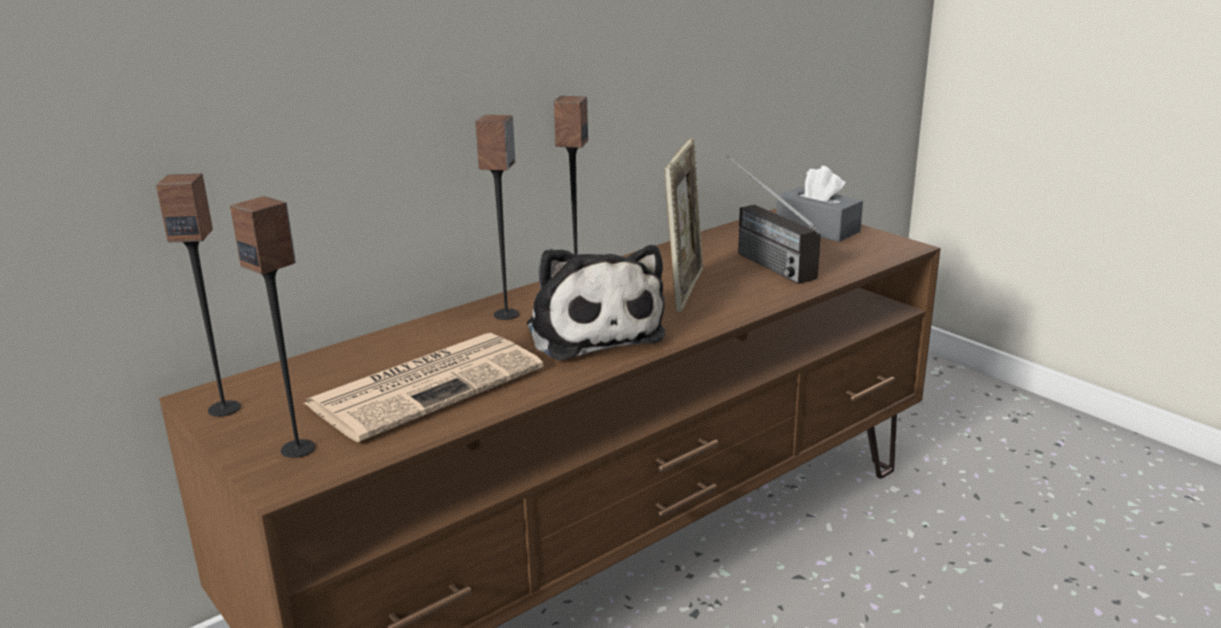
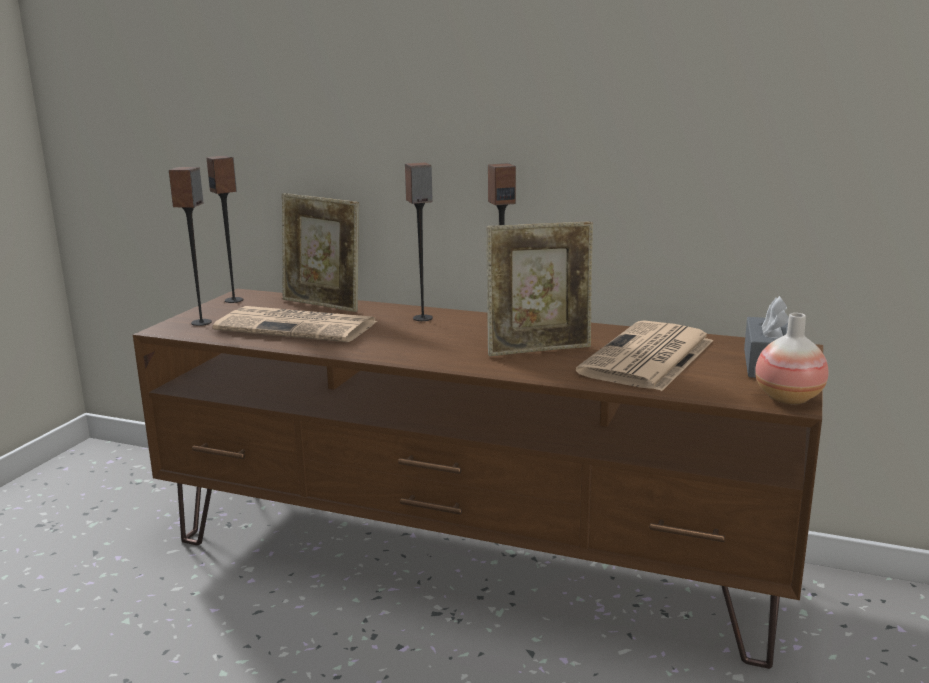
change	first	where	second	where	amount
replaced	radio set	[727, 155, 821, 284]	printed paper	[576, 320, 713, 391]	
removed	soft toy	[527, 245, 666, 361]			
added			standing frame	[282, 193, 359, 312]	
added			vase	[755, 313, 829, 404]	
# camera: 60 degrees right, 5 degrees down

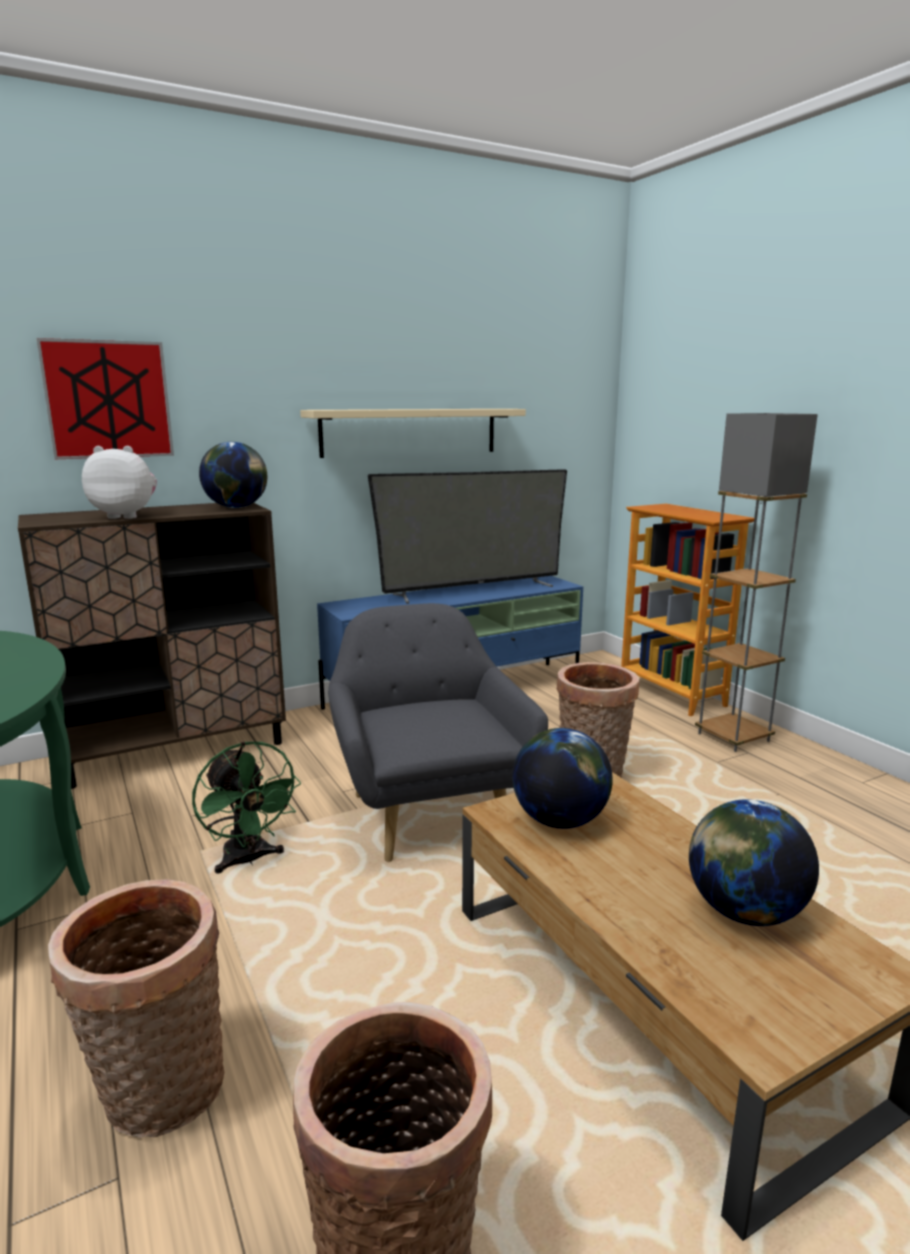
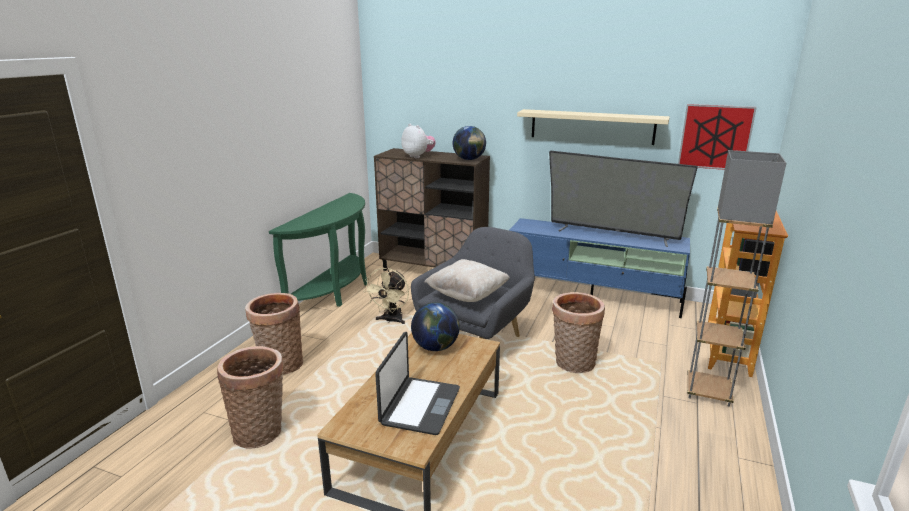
change	first	where	second	where	amount
moved	wall picture	[36, 338, 174, 459]		[678, 104, 757, 170]	
recoloured	green fan	[192, 741, 301, 874]	beige fan	[363, 268, 409, 324]	
replaced	world globe	[689, 799, 819, 926]	portable computer	[375, 332, 460, 435]	
added			beige pillow	[424, 259, 510, 302]	
# camera: 50 degrees right, 5 degrees up

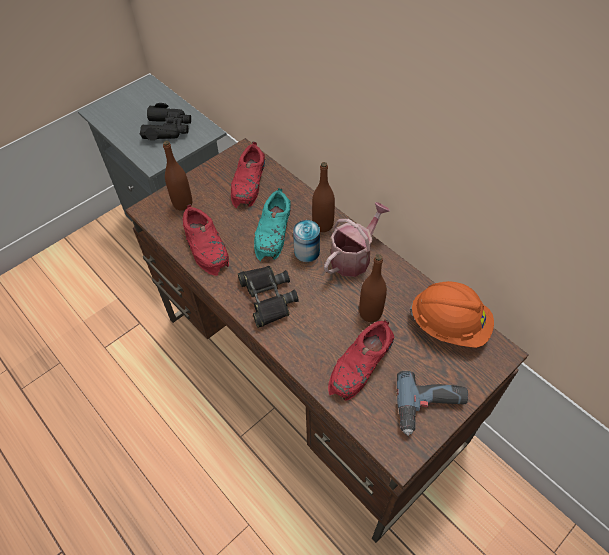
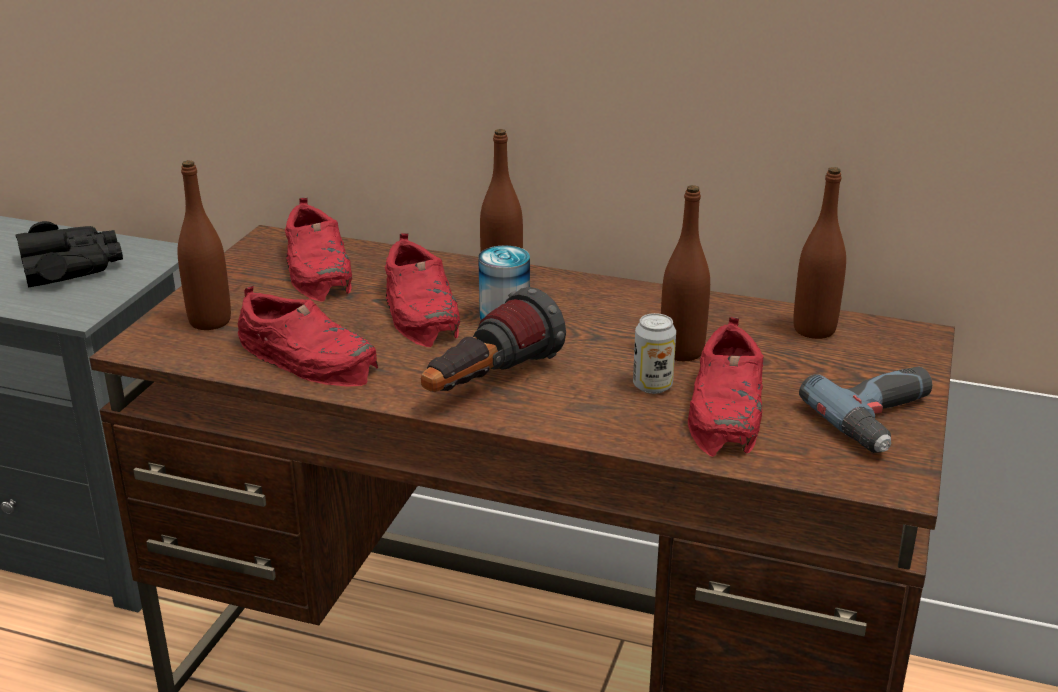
change	first	where	second	where	amount
recoloured	blue-green item of footwear	[254, 188, 291, 261]	red item of footwear	[385, 233, 460, 347]	
removed	sprinkling can	[324, 202, 390, 277]			
replaced	blackish binoculars	[238, 266, 299, 328]	flashlight	[421, 287, 566, 392]	
replaced	orangey work helmet	[410, 281, 494, 348]	brownish drink bottle	[793, 167, 846, 339]	
added			can	[633, 313, 676, 394]	
# camera: 30 degrees left, 25 degrees down

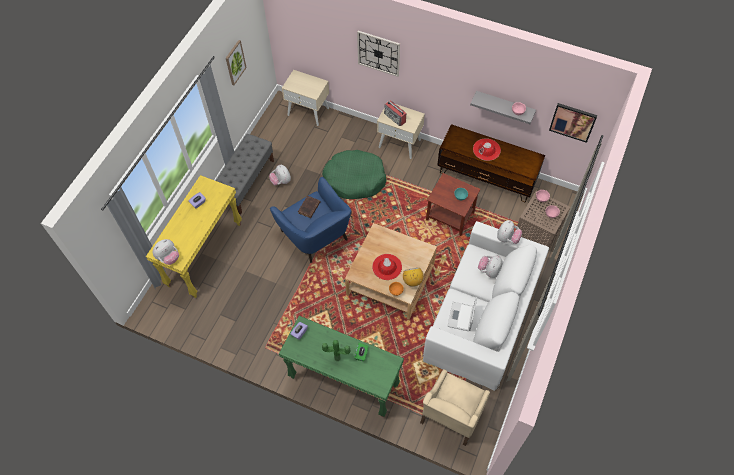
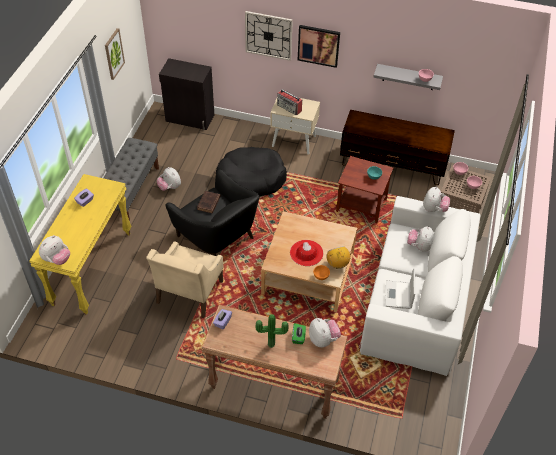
change	first	where	second	where	amount
replaced	beige bedside table	[282, 70, 329, 126]	blackish storage cabinet	[159, 58, 214, 130]	
moved	wall picture	[549, 103, 598, 143]		[298, 25, 340, 68]	
removed	red hat	[473, 138, 501, 161]			
recoloured	green dog bed	[322, 150, 386, 199]	blackish dog bed	[216, 147, 287, 197]	
recoloured	blue-coloured lounge chair	[270, 177, 351, 263]	blackish lounge chair	[166, 169, 259, 256]	
recoloured	green console table	[279, 316, 404, 417]	brownish console table	[202, 305, 348, 419]	
moved	beige lounge chair	[420, 369, 490, 446]		[146, 242, 224, 318]	
added			soft toy	[309, 318, 341, 348]	
# camera: 10 degrees left, 10 degrees down

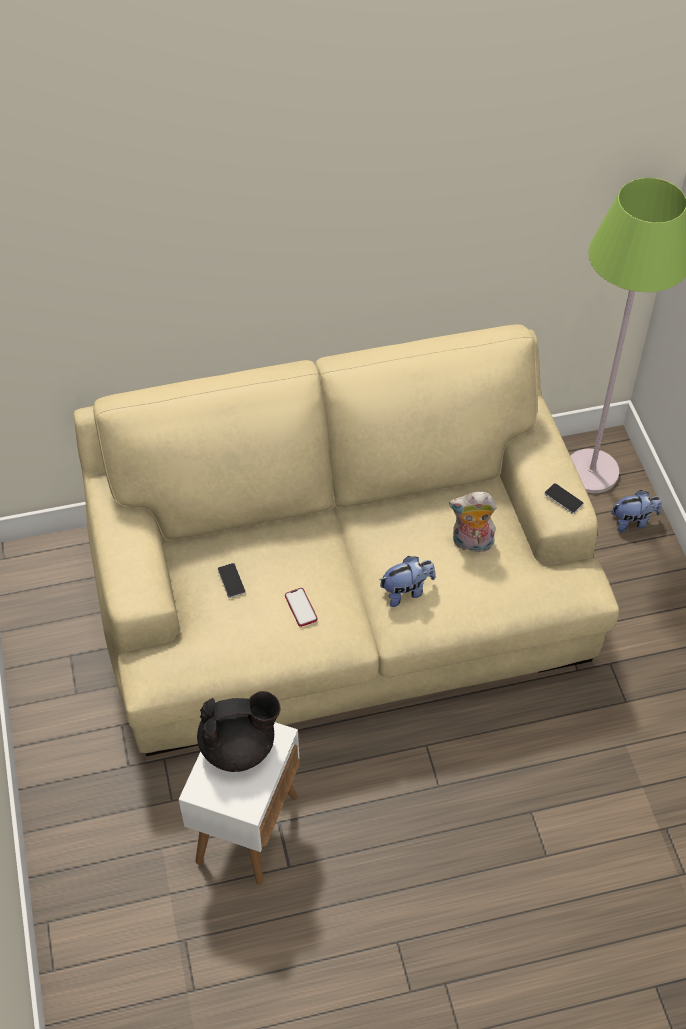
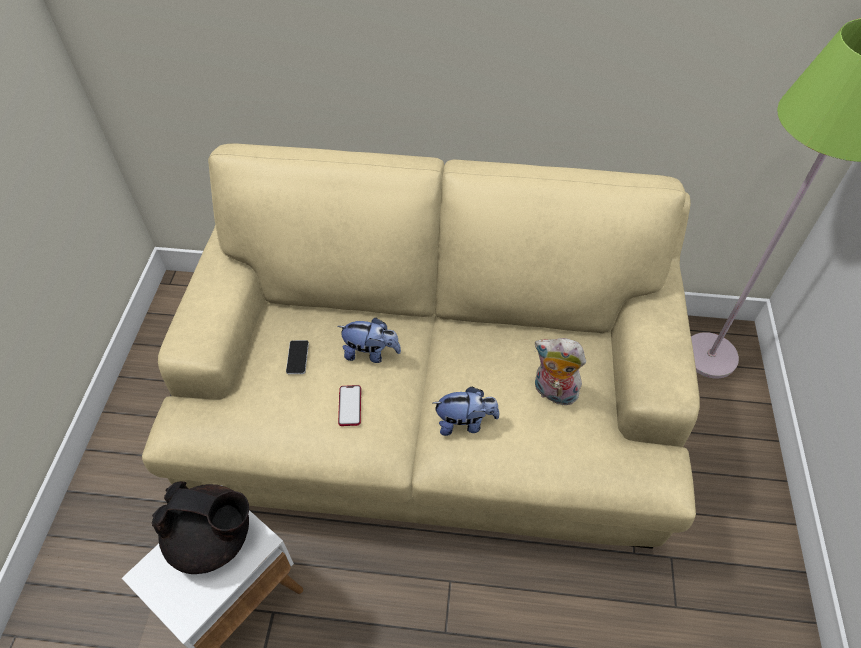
change	first	where	second	where	amount
removed	phone	[544, 483, 584, 514]			
moved	soft toy	[611, 490, 661, 532]		[338, 318, 401, 363]	
# camera: 20 degrees right, 0 degrees up

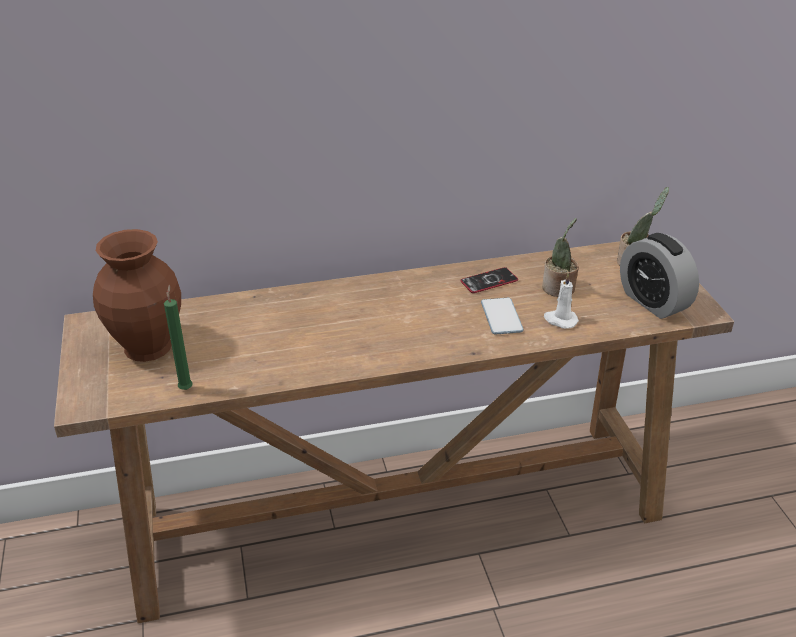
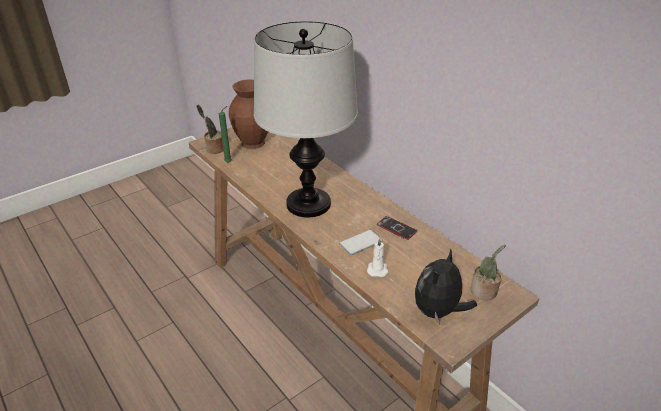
change	first	where	second	where	amount
moved	plant in a pot	[542, 218, 579, 297]		[196, 105, 224, 154]	
replaced	bedside clock	[620, 233, 699, 319]	soft toy	[415, 249, 477, 324]	
added			table lamp	[254, 21, 358, 218]	
# camera: 65 degrees right, 0 degrees up

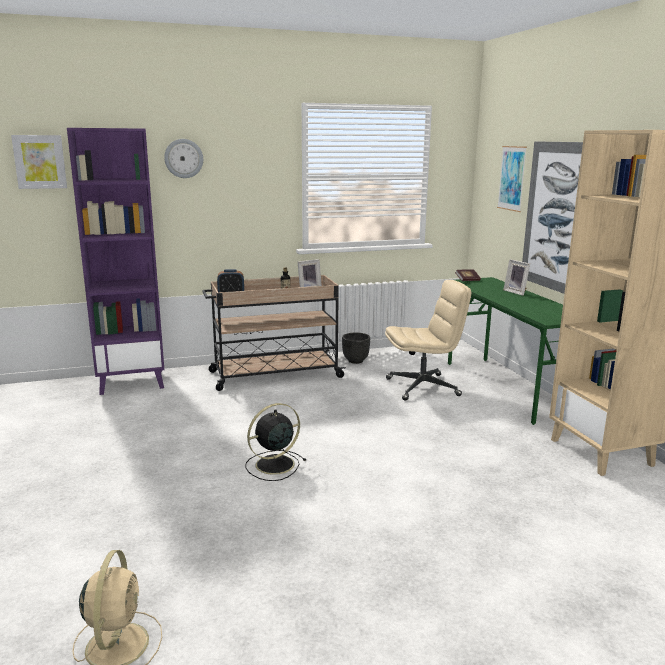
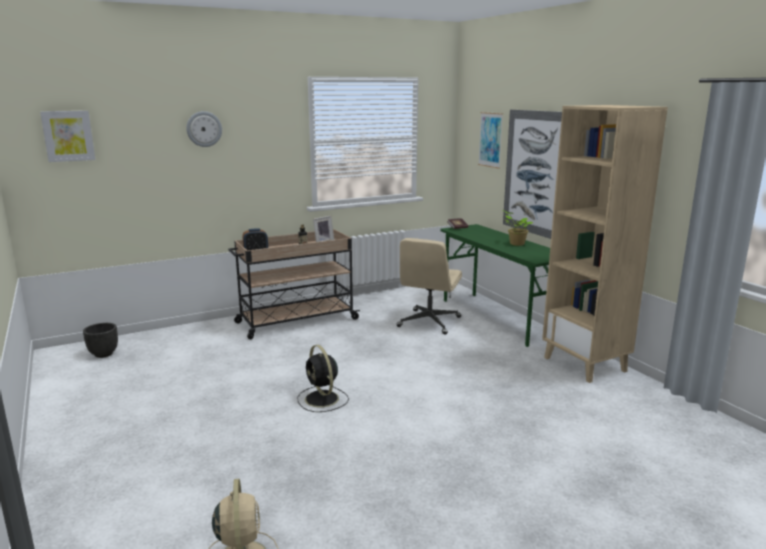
change	first	where	second	where	amount
removed	purplish bookcase	[67, 128, 164, 395]			
removed	standing frame	[503, 259, 530, 296]			
turned	beige computer chair	[385, 280, 471, 401]		[397, 238, 462, 335]	135 degrees clockwise
moved	blackish flower pot	[342, 333, 370, 364]		[83, 323, 118, 358]	
turned	blackish fan	[245, 403, 306, 481]		[297, 345, 349, 412]	75 degrees counterclockwise
added			plant in a pot	[503, 210, 533, 246]	
# camera: 10 degrees left, 0 degrees up

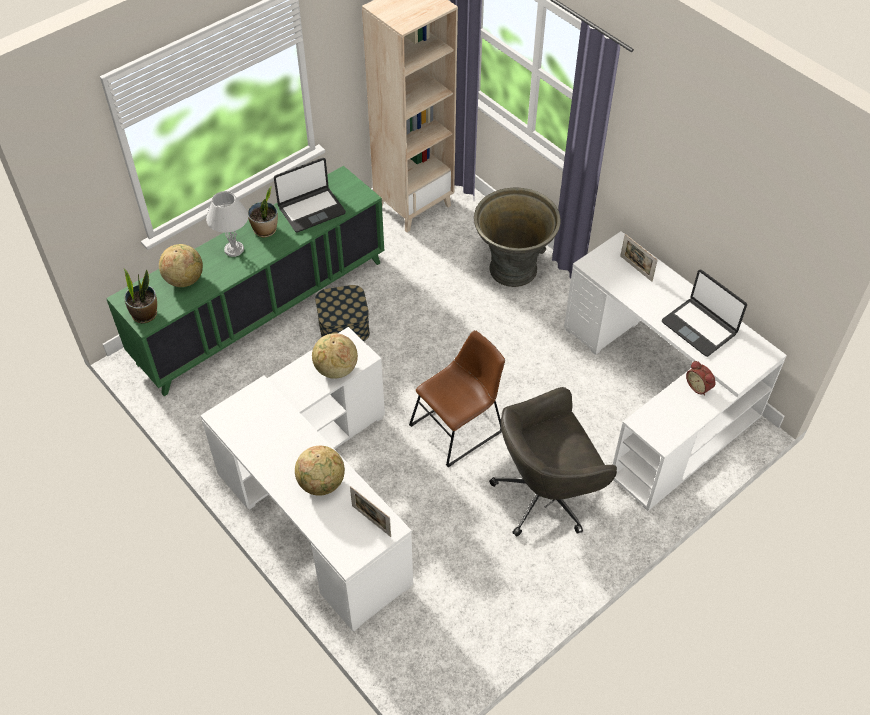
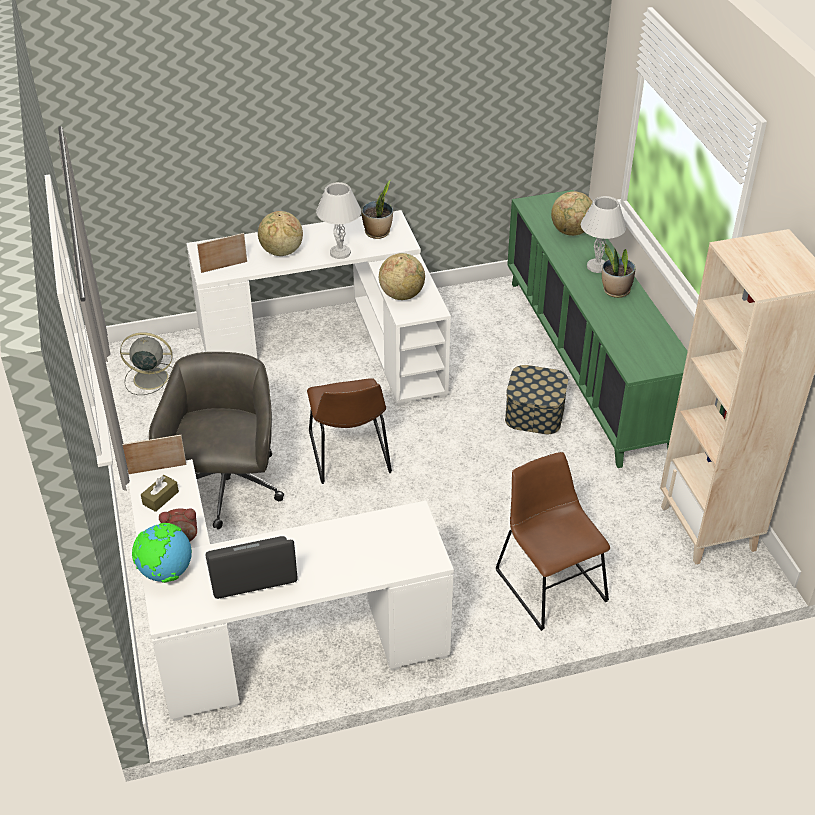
change	first	where	second	where	amount
removed	portable computer	[274, 158, 346, 232]			
replaced	greyish flower pot	[474, 188, 561, 287]	brownish upright chair	[496, 452, 610, 631]	
moved	standing frame	[620, 234, 658, 282]		[122, 435, 187, 474]	
moved	plant in a pot	[124, 269, 157, 323]		[361, 180, 393, 239]	
added			white-coloured table lamp	[316, 182, 361, 259]	
added			greyish fan	[120, 332, 173, 395]	
added			brownish box of tissues	[141, 475, 179, 512]	
added			world globe	[132, 523, 192, 583]	
# camera: 115 degrees right, 10 degrees down

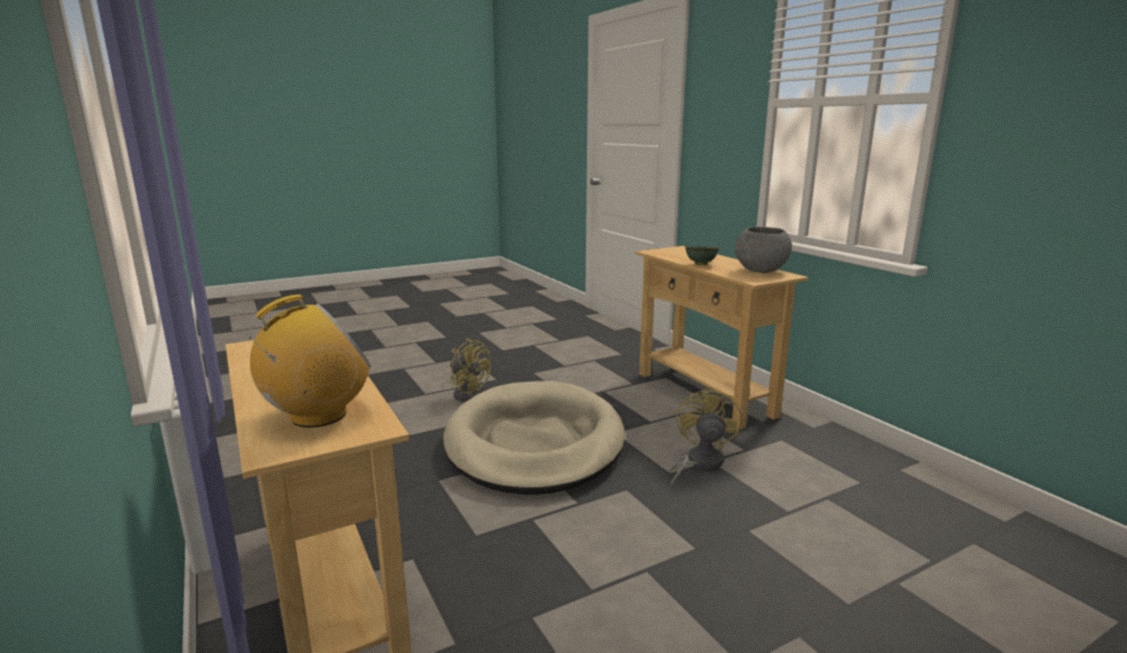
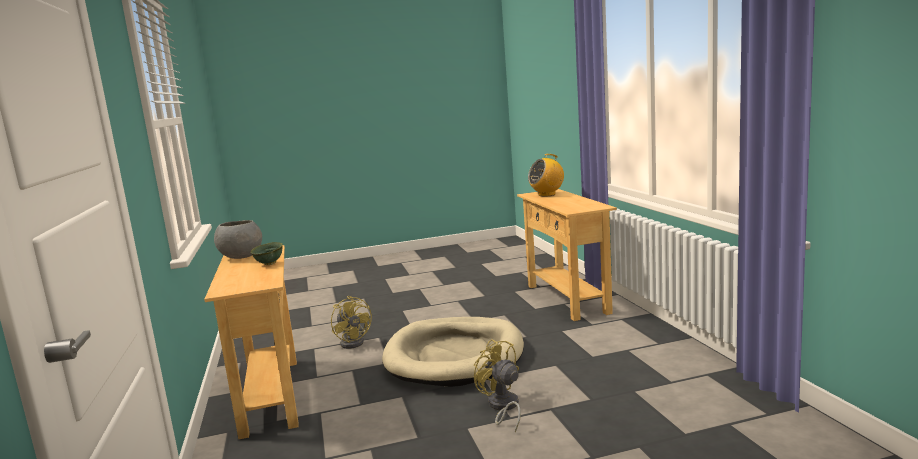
change	first	where	second	where	amount
turned	yellow fan	[668, 387, 742, 486]		[331, 296, 372, 349]	60 degrees counterclockwise
# camera: 165 degrees left, 5 degrees down

